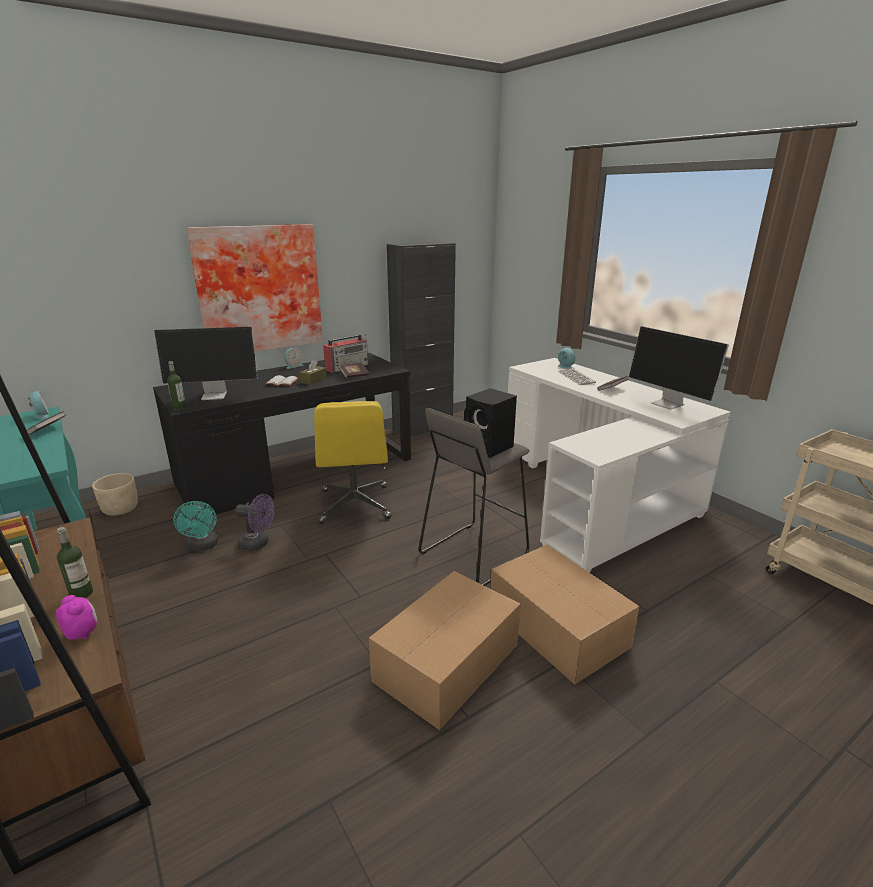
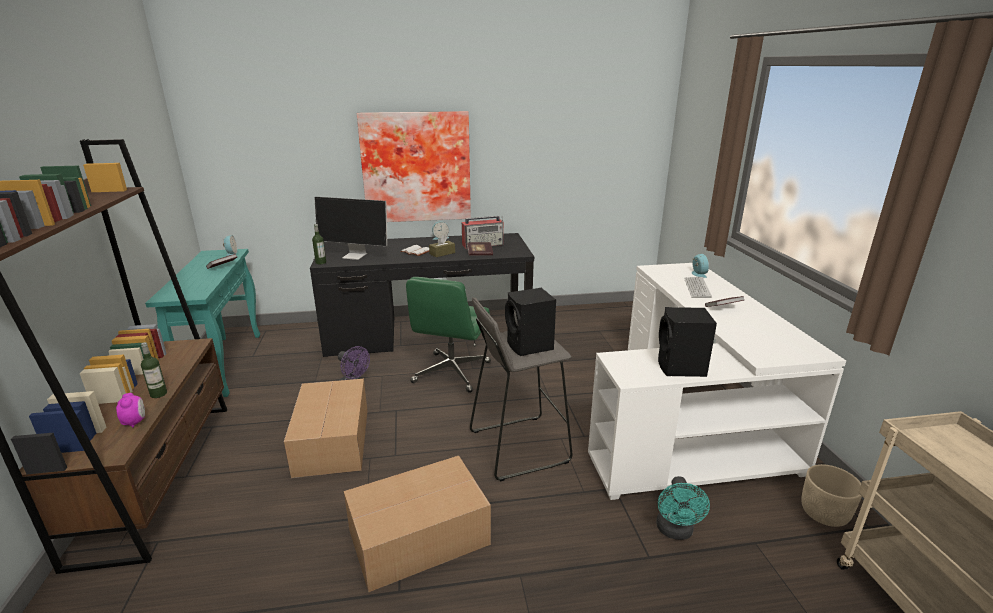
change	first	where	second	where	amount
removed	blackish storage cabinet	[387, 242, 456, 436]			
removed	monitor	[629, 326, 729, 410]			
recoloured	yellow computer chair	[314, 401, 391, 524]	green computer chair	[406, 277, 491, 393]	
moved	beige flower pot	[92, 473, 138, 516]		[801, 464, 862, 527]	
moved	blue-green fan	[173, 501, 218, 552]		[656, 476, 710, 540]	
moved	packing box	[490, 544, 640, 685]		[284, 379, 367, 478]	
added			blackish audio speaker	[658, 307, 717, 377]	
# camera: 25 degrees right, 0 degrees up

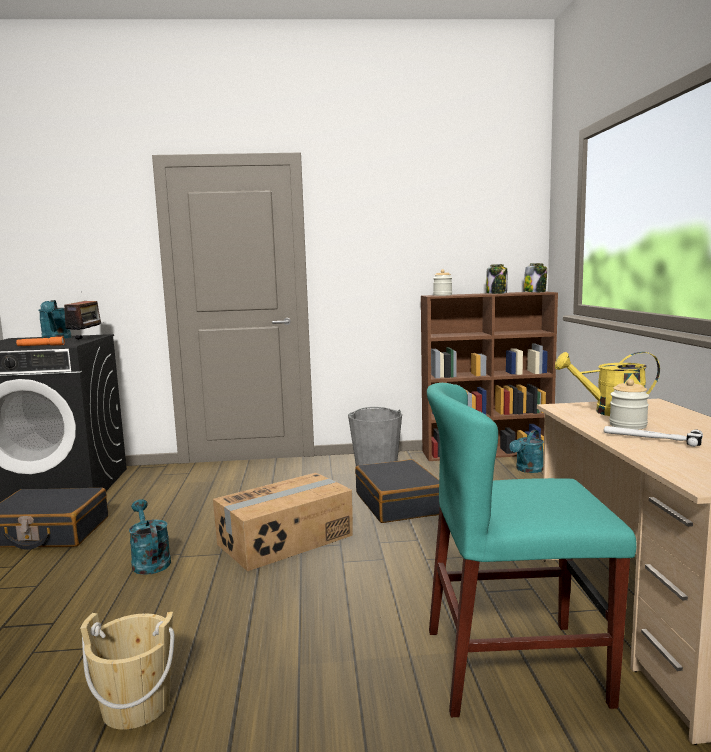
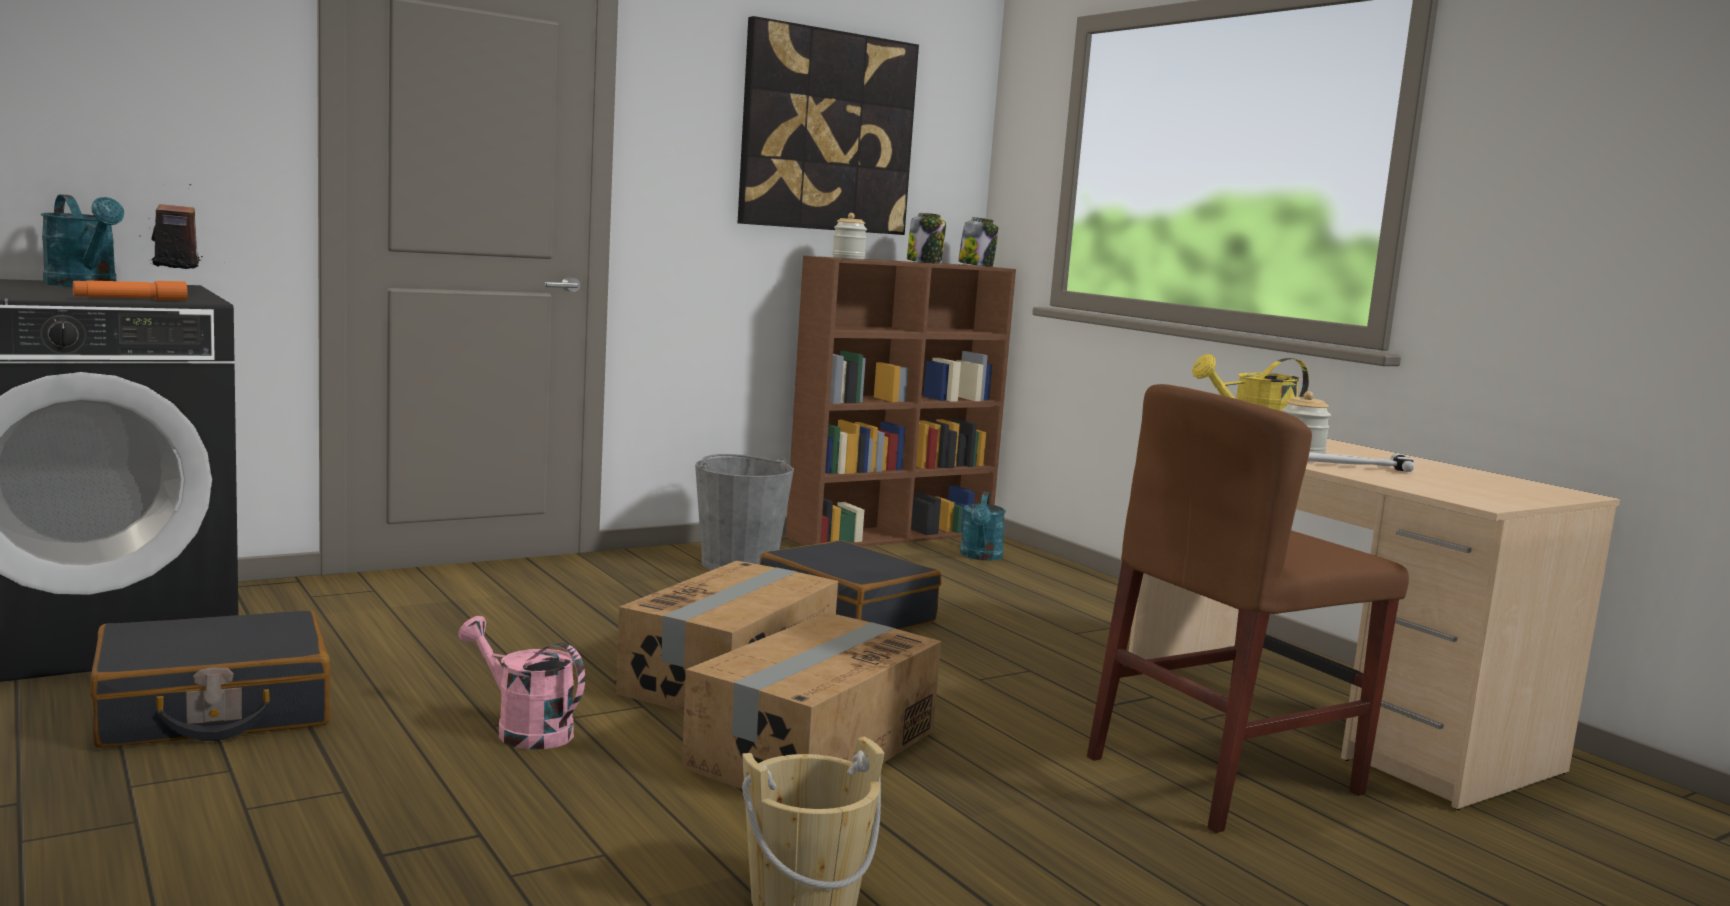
change	first	where	second	where	amount
recoloured	blue-green upright chair	[427, 383, 637, 717]	brownish upright chair	[1087, 384, 1409, 833]	
recoloured	blue-green sprinkling can	[129, 499, 171, 575]	pinkish sprinkling can	[458, 616, 585, 749]	
added			wall picture	[738, 16, 919, 235]	
added			packing box	[682, 612, 941, 789]	
# camera: 30 degrees left, 0 degrees up

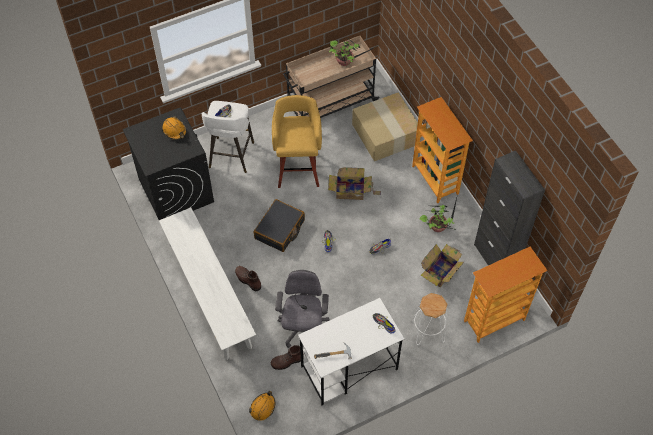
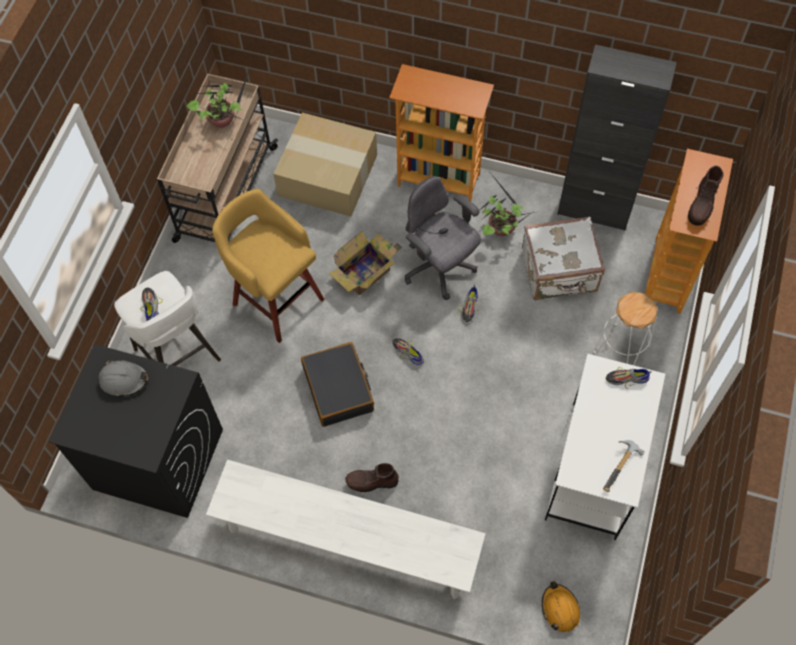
change	first	where	second	where	amount
recoloured	orangey work helmet	[162, 117, 187, 140]	greyish work helmet	[99, 361, 148, 397]	
replaced	packing box	[421, 244, 464, 287]	white-coloured suitcase	[522, 216, 605, 300]	
moved	greyish computer chair	[275, 270, 330, 348]		[405, 176, 481, 300]	
moved	brownish high-top boot	[271, 345, 301, 370]		[688, 166, 723, 226]	
# camera: 45 degrees left, 5 degrees up

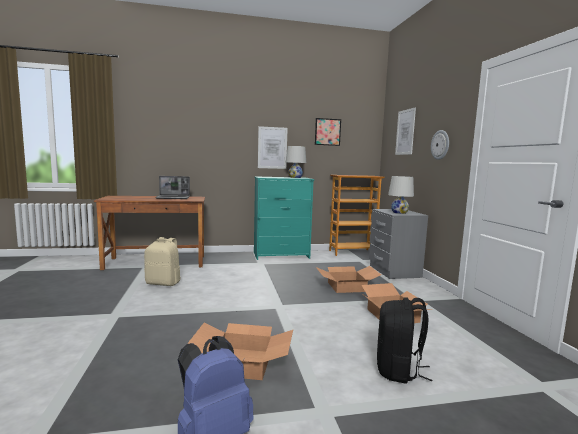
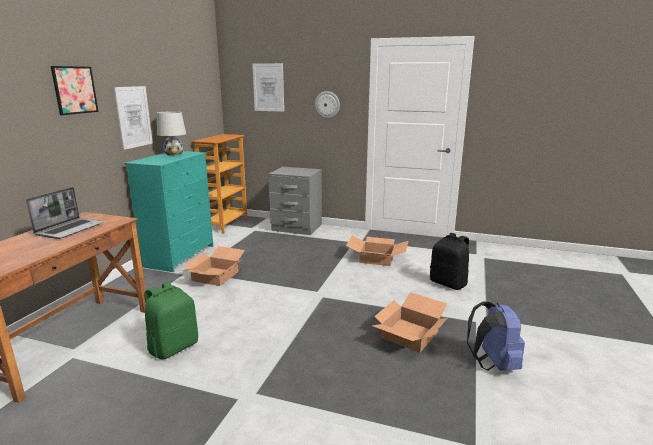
change	first	where	second	where	amount
moved	wall picture	[315, 118, 341, 146]		[51, 66, 98, 115]	
removed	white-coloured table lamp	[388, 176, 414, 214]			
recoloured	beige knapsack	[144, 237, 181, 286]	green knapsack	[145, 282, 198, 359]	
moved	packing box	[316, 266, 381, 293]		[182, 246, 245, 286]	
# camera: 60 degrees left, 10 degrees up

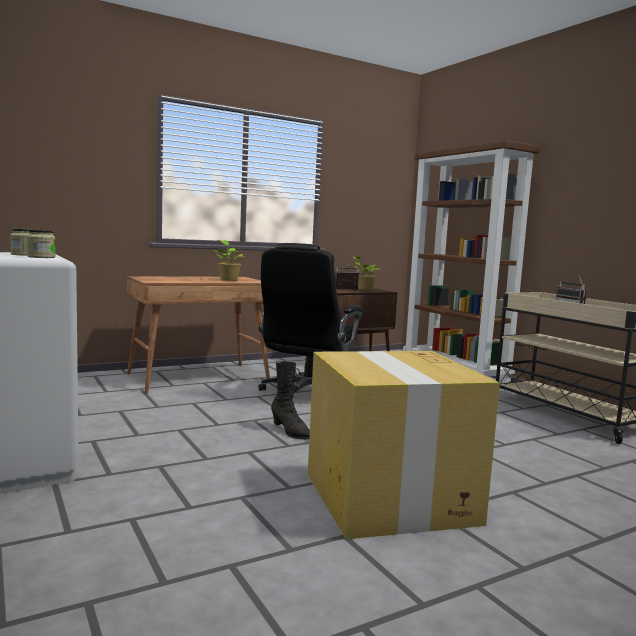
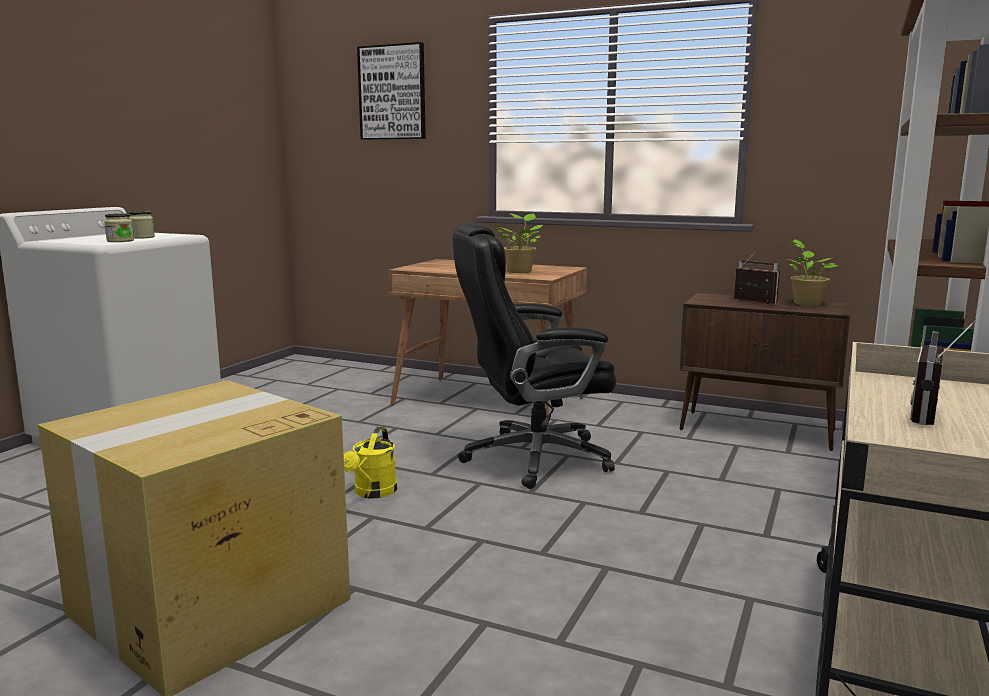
change	first	where	second	where	amount
replaced	blackish high-top boot	[271, 361, 310, 440]	yellow sprinkling can	[344, 426, 397, 499]	
added			wall picture	[357, 42, 426, 140]	
# camera: 55 degrees right, 5 degrees up

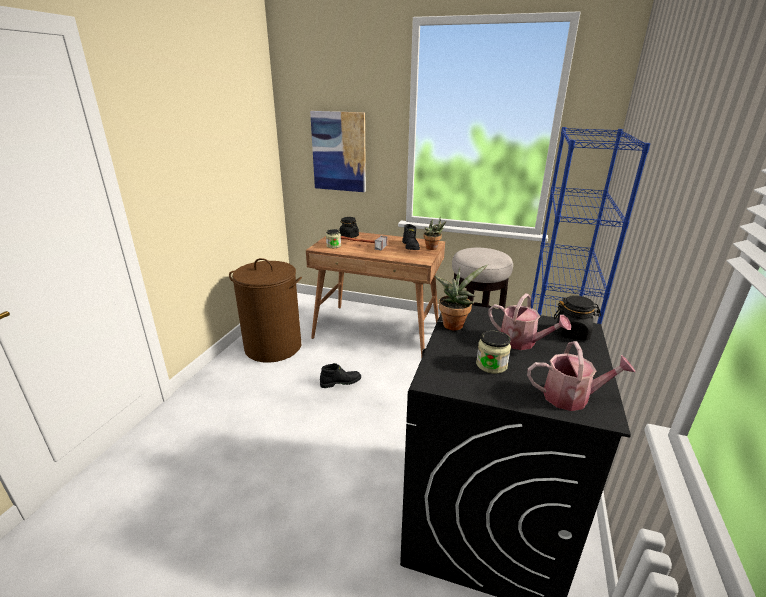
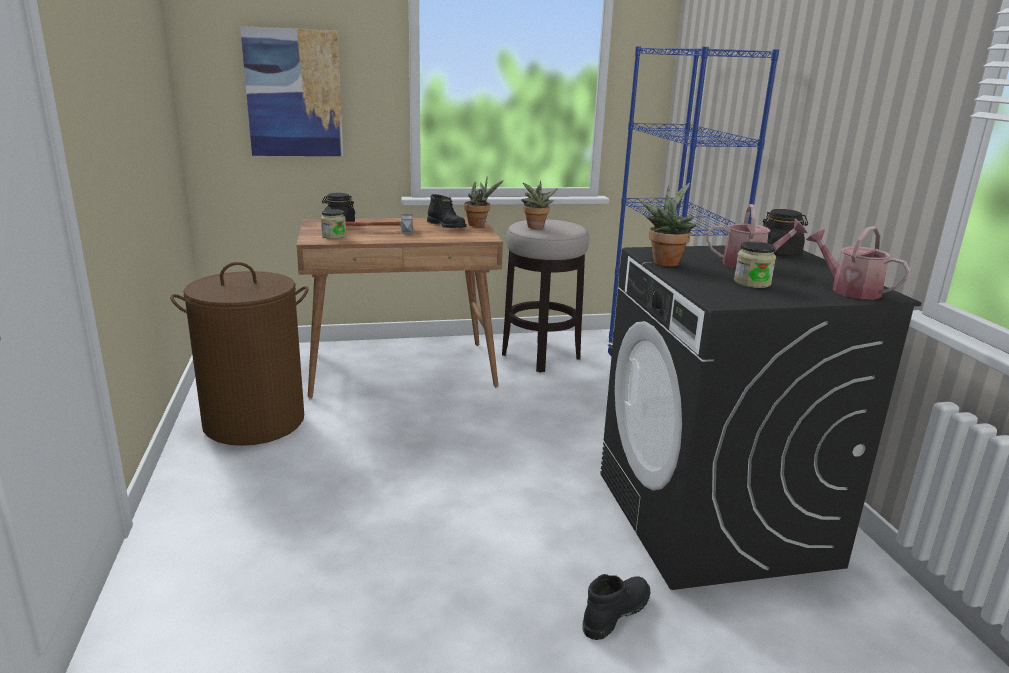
change	first	where	second	where	amount
turned	sprinkling can	[527, 341, 635, 411]		[806, 226, 910, 299]	105 degrees counterclockwise
moved	blackish high-top boot	[320, 363, 361, 388]		[582, 574, 650, 640]	
added			plant in a pot	[521, 180, 558, 229]	
# camera: 30 degrees left, 5 degrees down

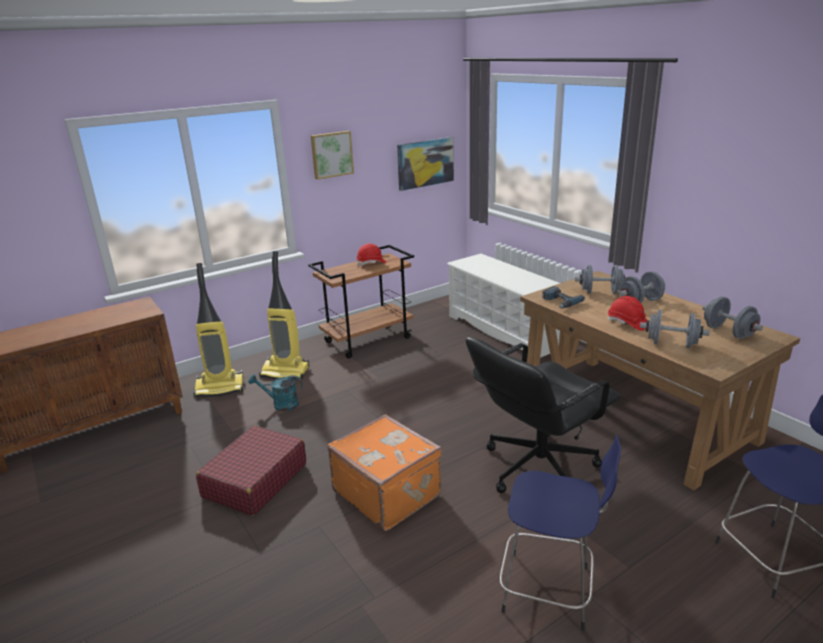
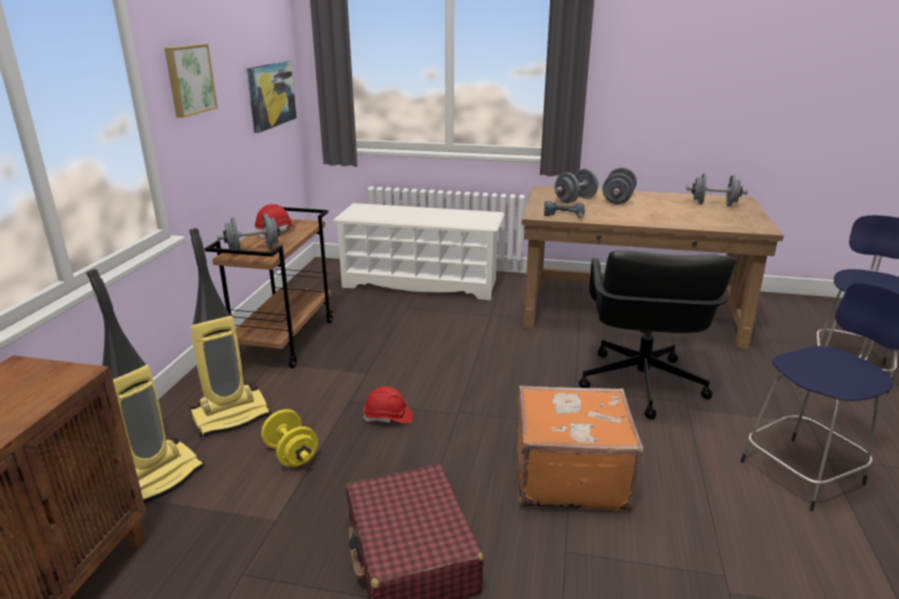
change	first	where	second	where	amount
moved	red work helmet	[608, 296, 647, 331]		[363, 386, 413, 424]	
moved	greyish dumbbell	[640, 310, 710, 348]		[217, 214, 286, 250]	
replaced	blue-green sprinkling can	[248, 374, 303, 411]	yellow dumbbell	[261, 409, 318, 467]	
# camera: 45 degrees left, 0 degrees up

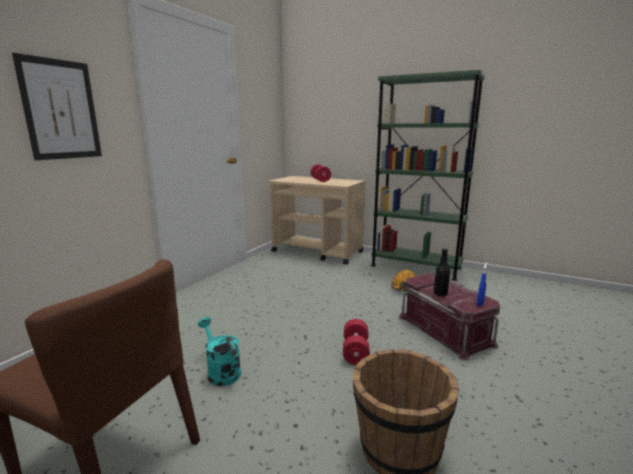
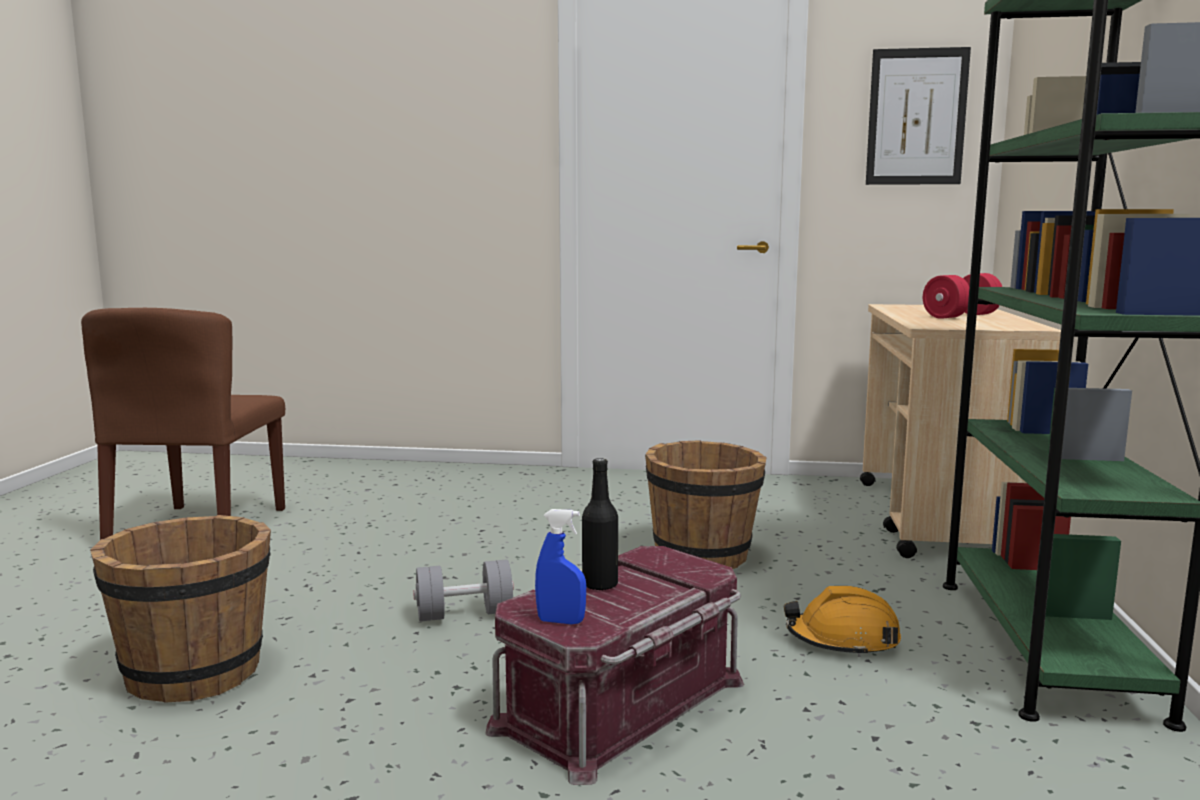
change	first	where	second	where	amount
moved	wall picture	[12, 53, 102, 160]		[866, 47, 971, 185]	
removed	blue-green sprinkling can	[198, 317, 241, 386]			
recoloured	red dumbbell	[343, 319, 370, 365]	greyish dumbbell	[413, 559, 514, 622]	
added			brownish bucket	[645, 440, 767, 569]	
# camera: 70 degrees right, 5 degrees down

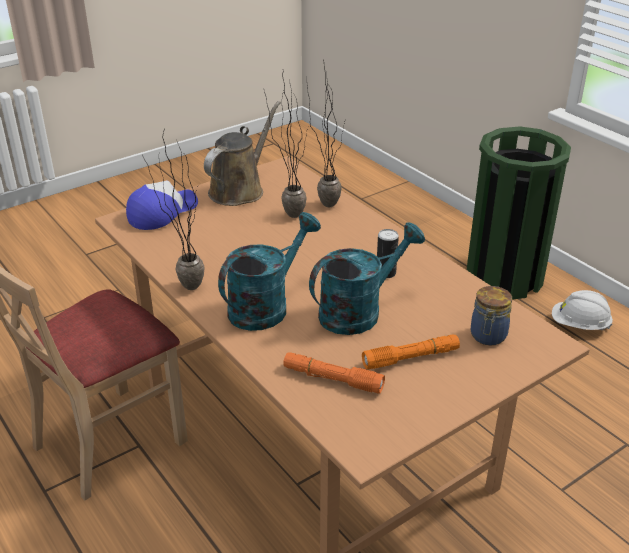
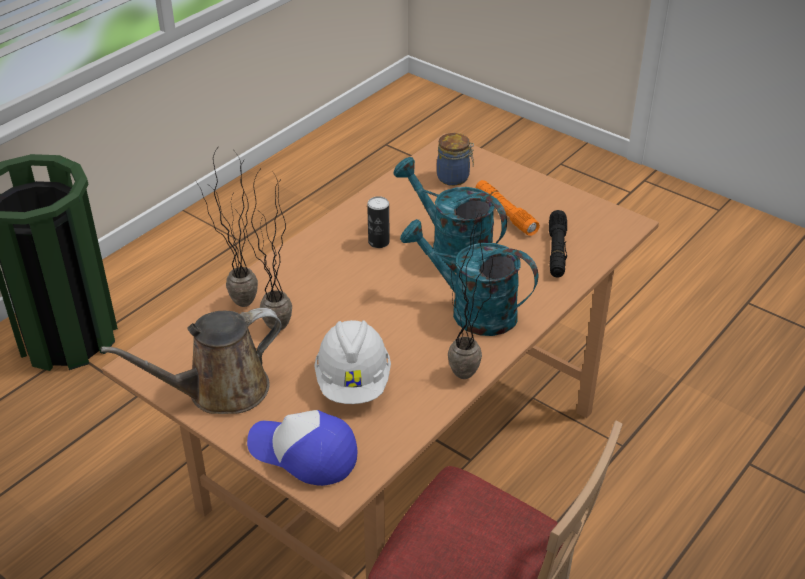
change	first	where	second	where	amount
turned	brownish sprinkling can	[204, 101, 281, 206]		[101, 308, 282, 414]	45 degrees counterclockwise
moved	white-coloured work helmet	[552, 290, 613, 330]		[314, 320, 391, 404]	
recoloured	orangey flashlight	[283, 352, 385, 394]	blackish flashlight	[549, 210, 567, 278]	
# camera: 105 degrees left, 5 degrees up

